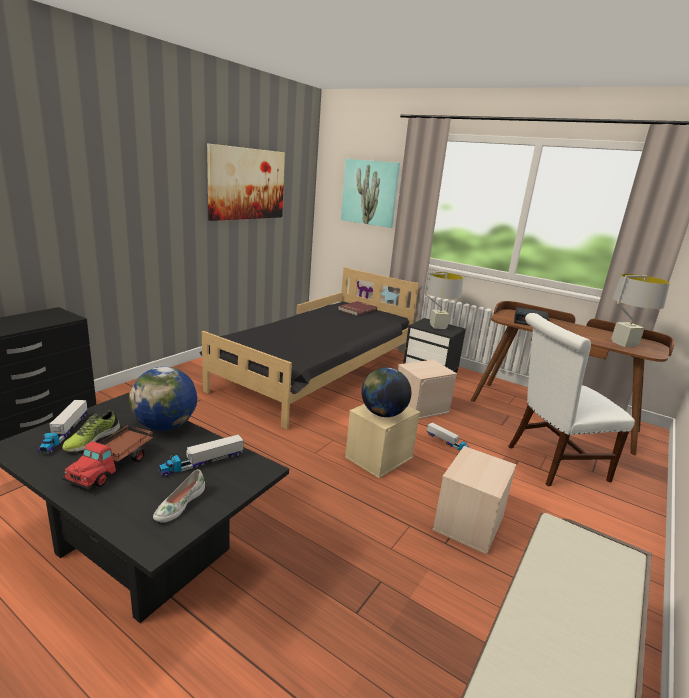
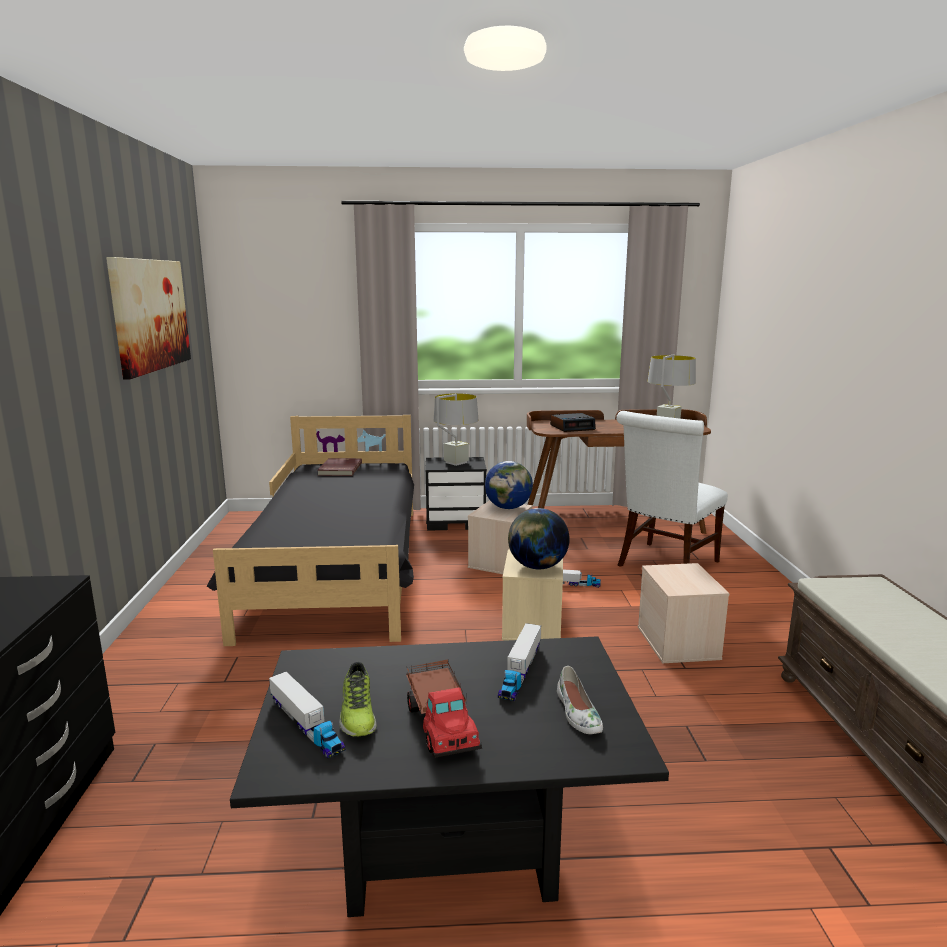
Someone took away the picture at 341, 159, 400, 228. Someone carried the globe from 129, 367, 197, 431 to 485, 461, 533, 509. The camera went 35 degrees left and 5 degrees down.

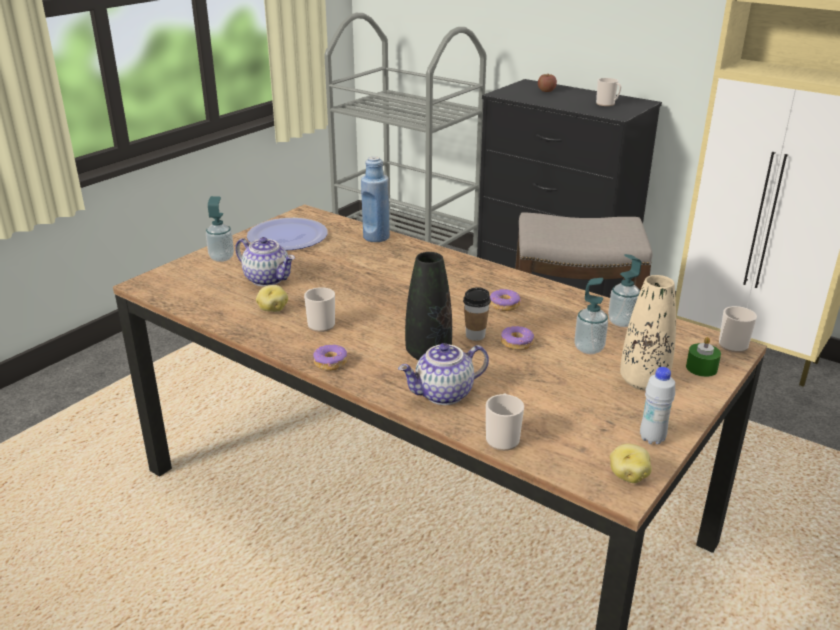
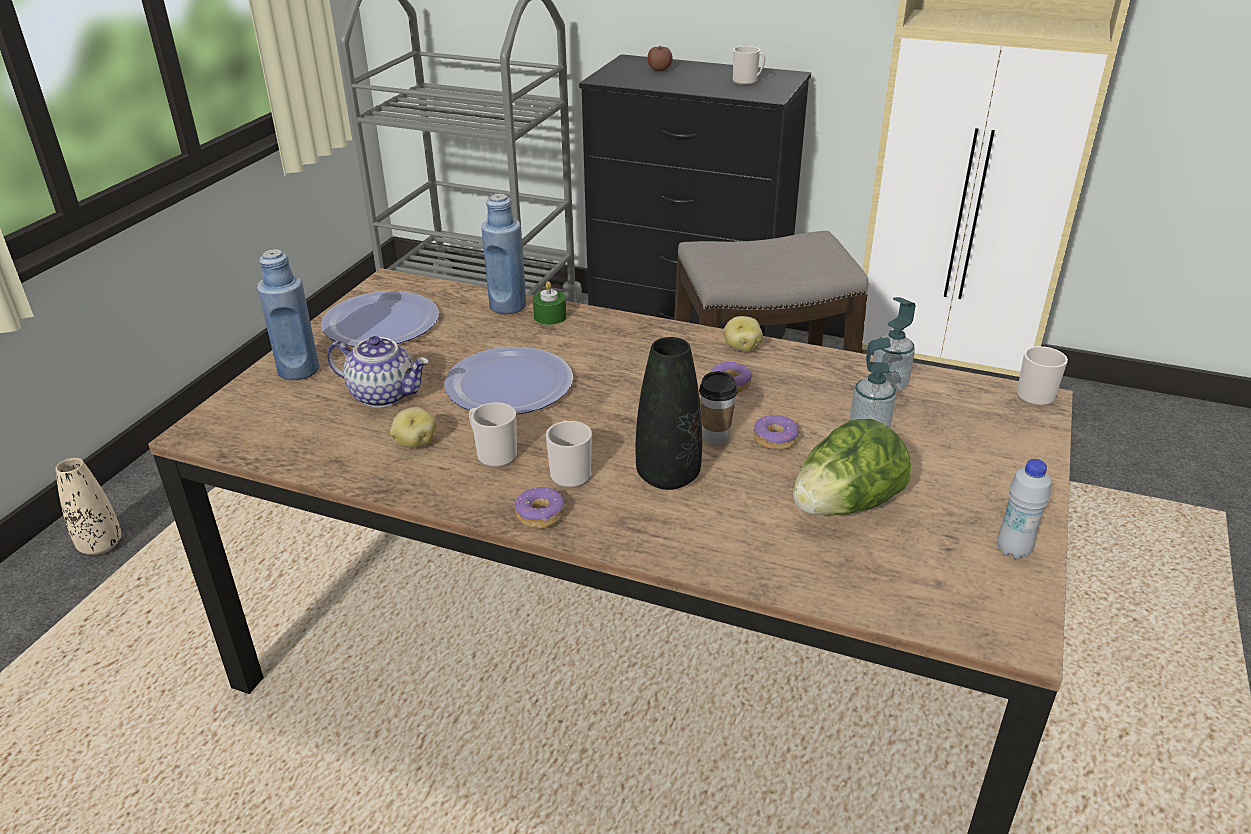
Someone swapped the soap dispenser at 206, 196, 234, 262 for the blue bottle at 257, 249, 319, 380. Someone carried the beige vase from 620, 275, 676, 391 to 56, 458, 122, 555. Someone carried the green candle from 686, 337, 721, 377 to 533, 281, 567, 325. Someone took away the teapot at 398, 343, 489, 405. Someone carried the mug from 486, 393, 524, 451 to 546, 420, 592, 488. Someone carried the potato from 610, 444, 652, 483 to 723, 316, 763, 352. Someone put down the plate at 444, 347, 573, 414. Someone put down the lettuce at 793, 419, 911, 515. The camera went 15 degrees left and 5 degrees up.

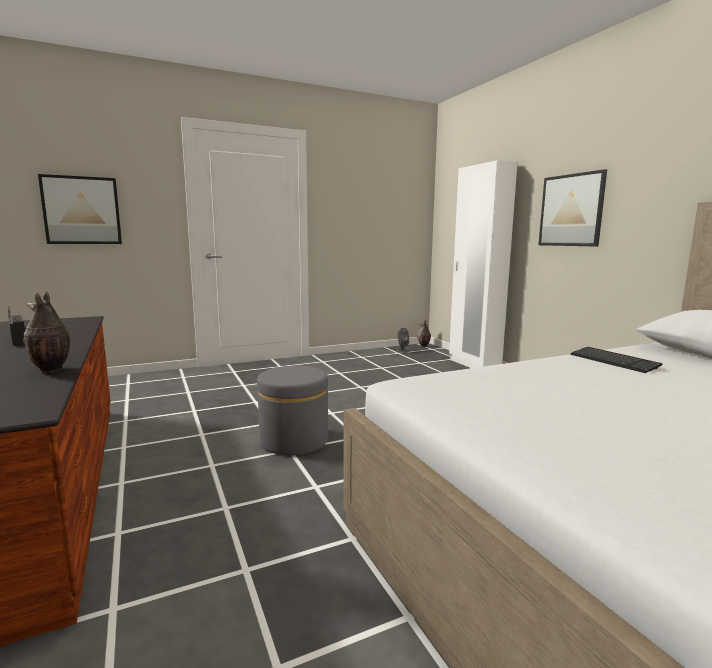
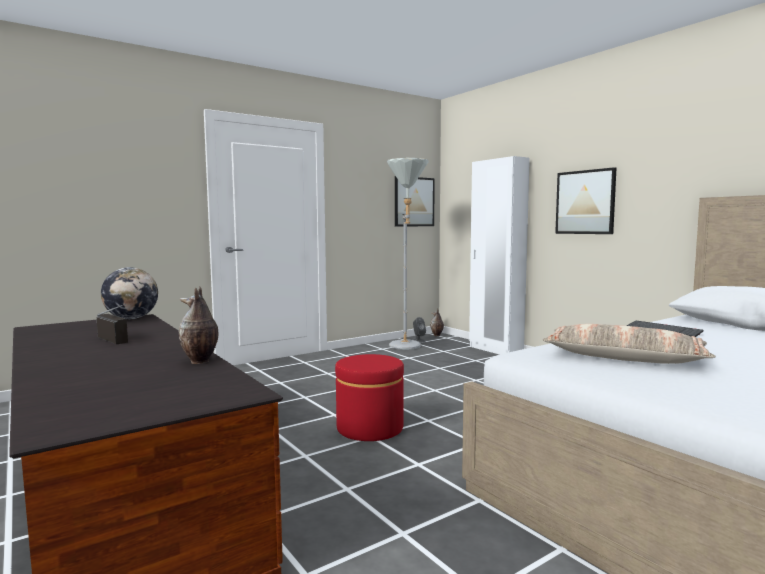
Someone carried the picture from 38, 174, 122, 244 to 395, 176, 435, 227. Someone repainted the grey ottoman at 257, 366, 328, 456, which became the red ottoman at 335, 354, 404, 441. Someone put down the grey floor lamp at 387, 158, 428, 349. Someone put down the globe at 101, 267, 158, 319. Someone put down the pillow at 543, 324, 715, 364. The camera went 10 degrees left and 5 degrees down.

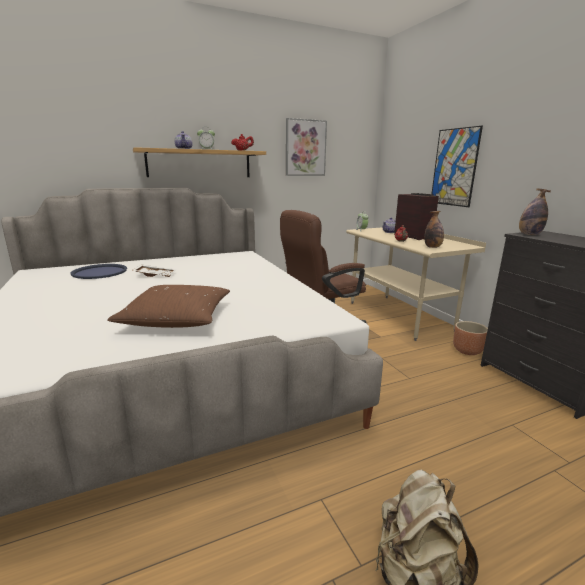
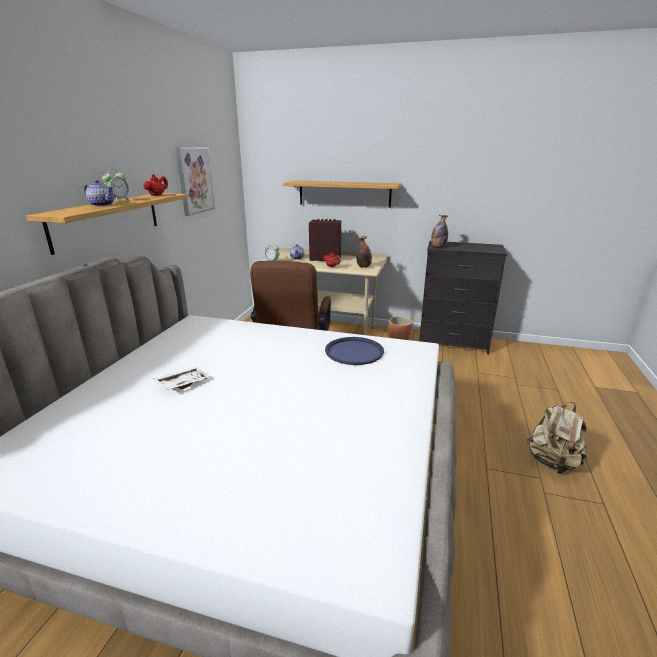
Someone swapped the picture at 432, 126, 483, 207 for the shelf at 283, 181, 401, 208. Someone carried the blue tray from 70, 264, 127, 279 to 325, 337, 384, 365. Someone took away the brown pillow at 107, 285, 230, 328. The camera went 50 degrees left and 5 degrees up.

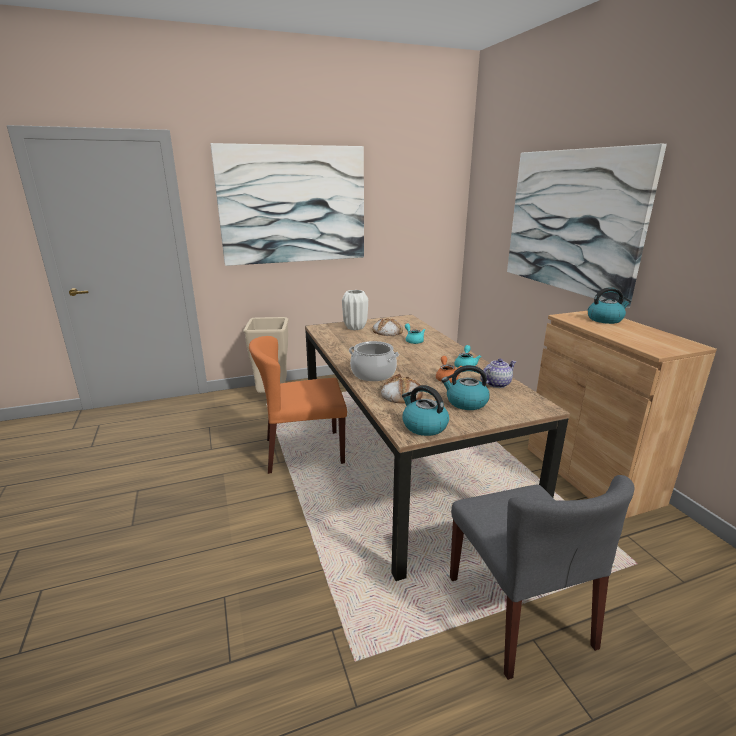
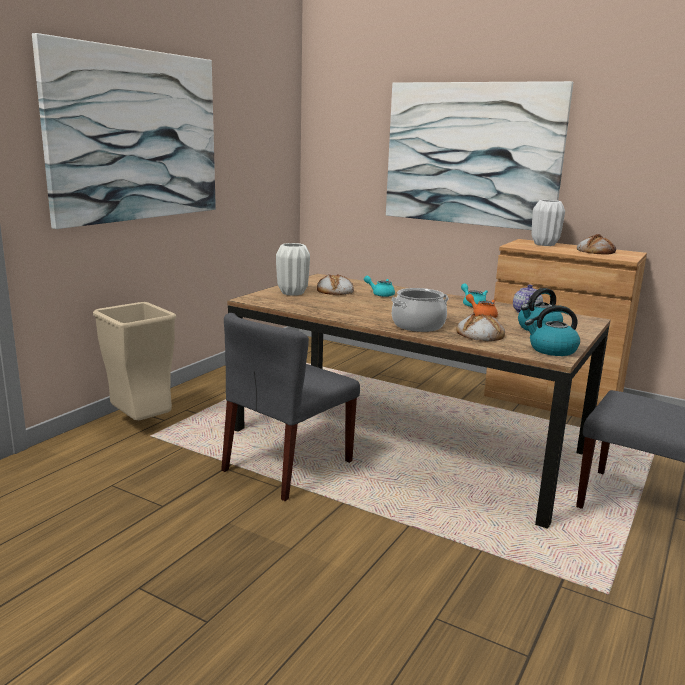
Someone swapped the kettle at 588, 287, 631, 324 for the white vase at 532, 200, 565, 246. Someone repainted the orange chair at 249, 336, 347, 474, which became the grey chair at 221, 313, 360, 501. Someone put down the bread at 577, 234, 616, 255. The camera went 40 degrees left and 5 degrees down.

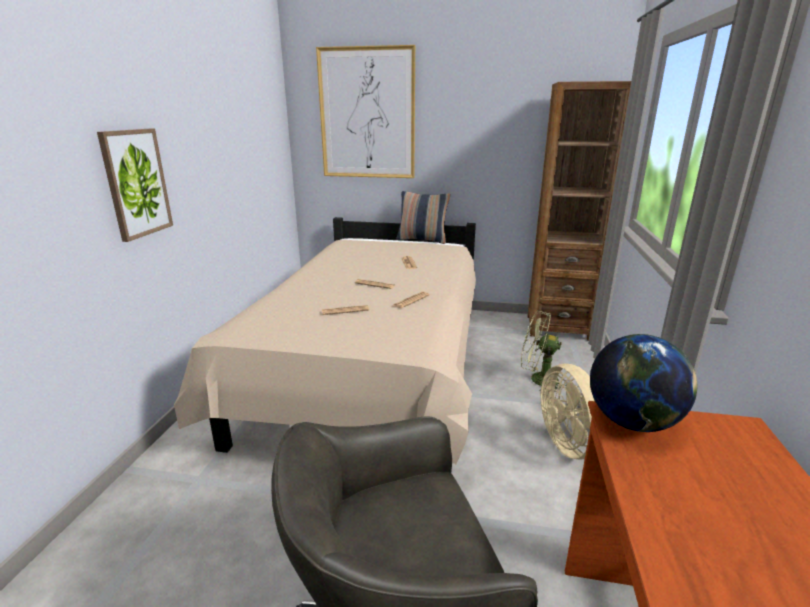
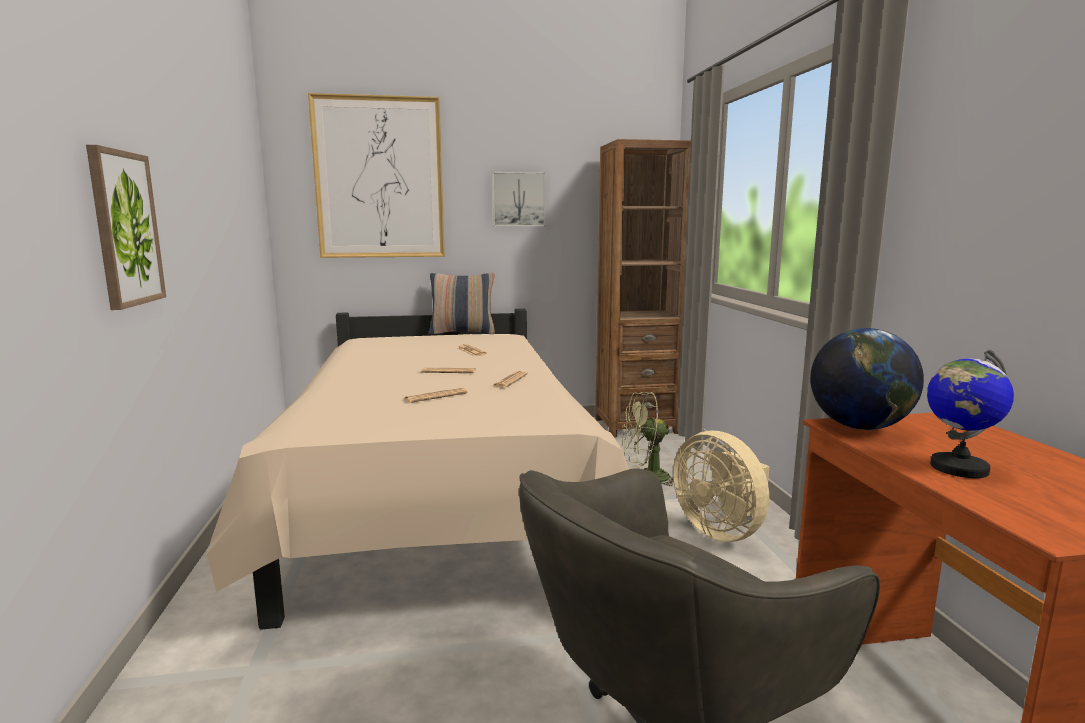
Someone put up the picture at 492, 172, 545, 226. Someone put down the globe at 927, 349, 1014, 478. The camera went 20 degrees left and 10 degrees down.

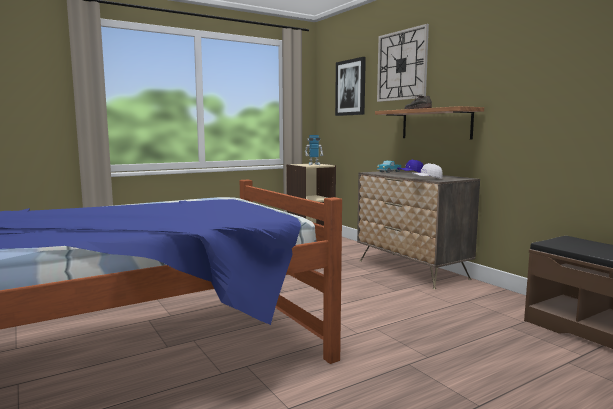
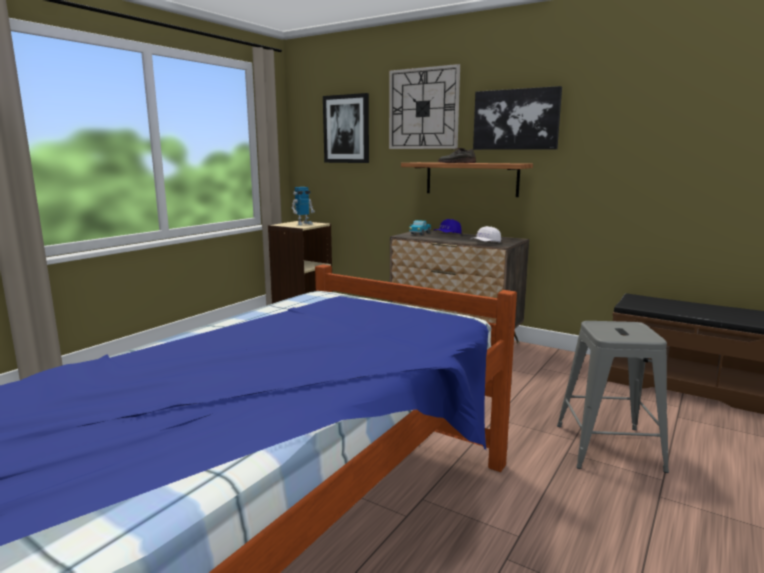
Someone put up the picture at 473, 86, 562, 150. Someone put down the grey stool at 557, 321, 669, 473. The camera went 25 degrees left and 5 degrees up.

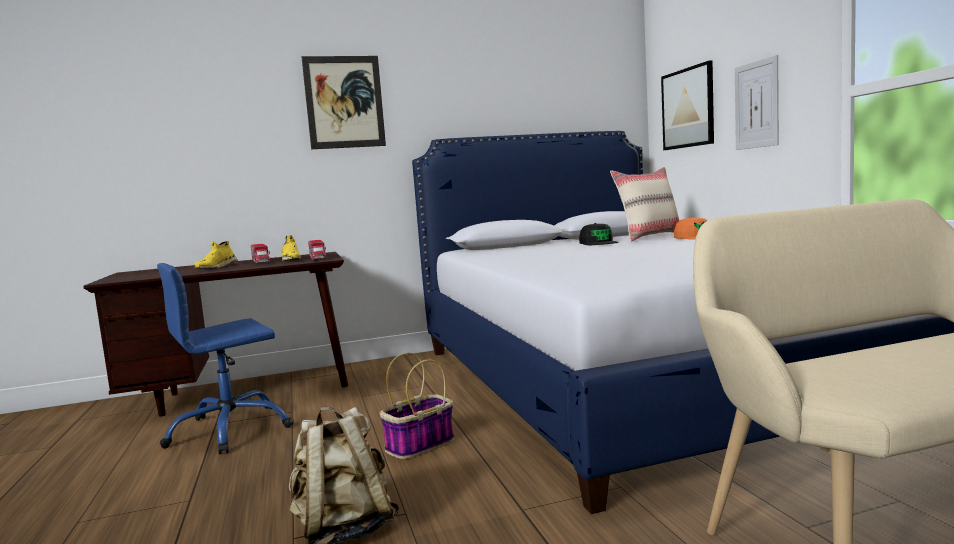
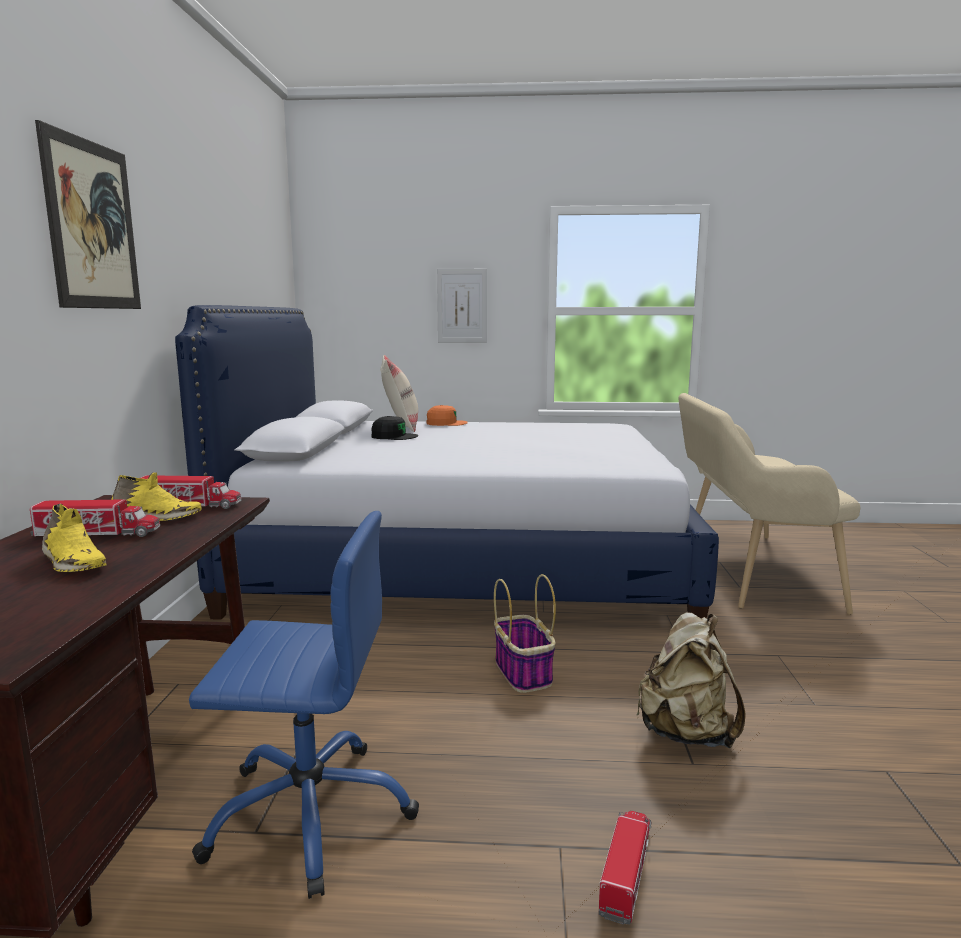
Someone took away the picture at 661, 60, 714, 150. Someone rotated the blue office chair at 157, 263, 294, 454 by 75 degrees counterclockwise. Someone put down the toy truck at 599, 811, 651, 925. The camera went 70 degrees left and 5 degrees up.

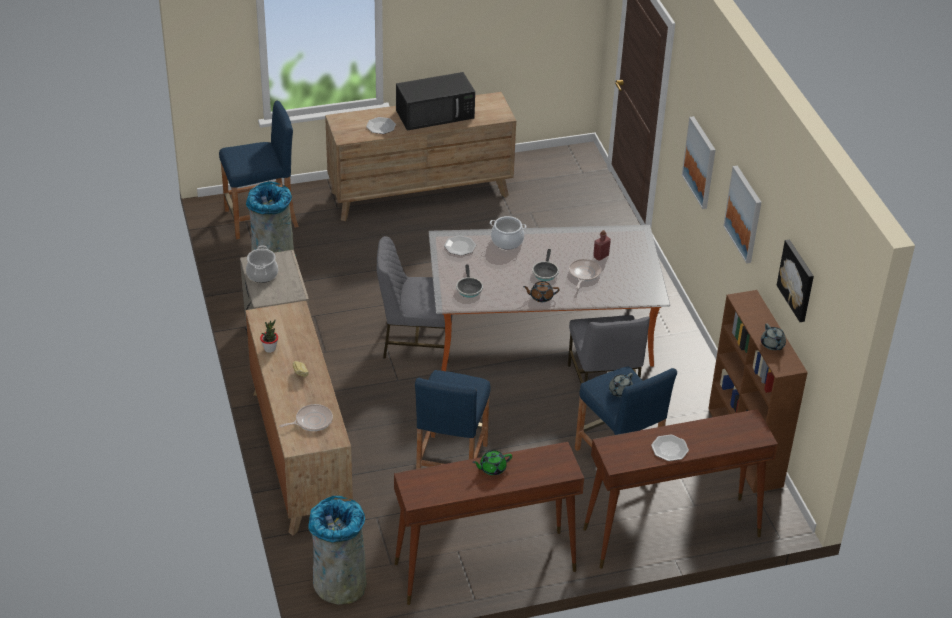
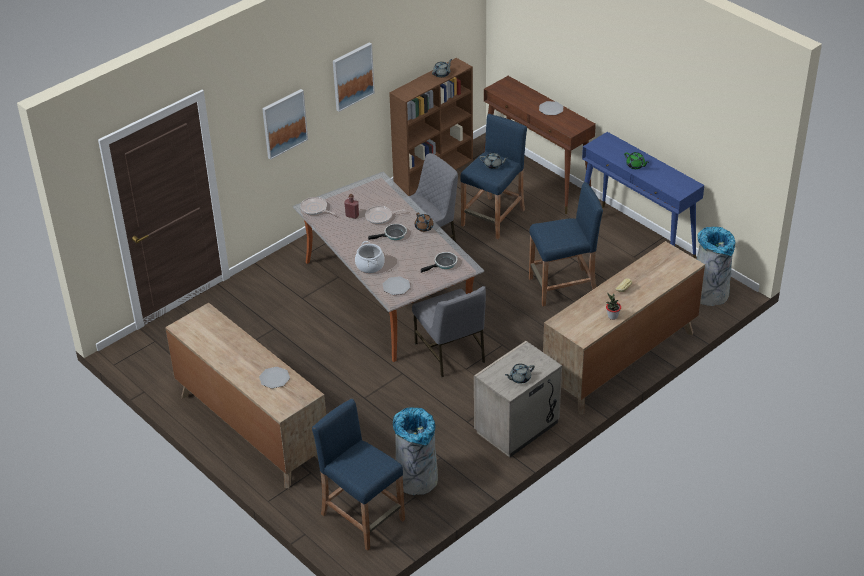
Someone took away the black microwave at 396, 72, 475, 131. Someone took away the picture at 777, 240, 814, 322. Someone swapped the cooking pot at 246, 246, 278, 283 for the grey teapot at 505, 364, 535, 384. Someone carried the frying pan from 279, 404, 333, 431 to 300, 197, 335, 215. Someone repainted the brown console table at 394, 442, 584, 605, which became the blue console table at 582, 132, 704, 259. The camera went 115 degrees left and 0 degrees up.

